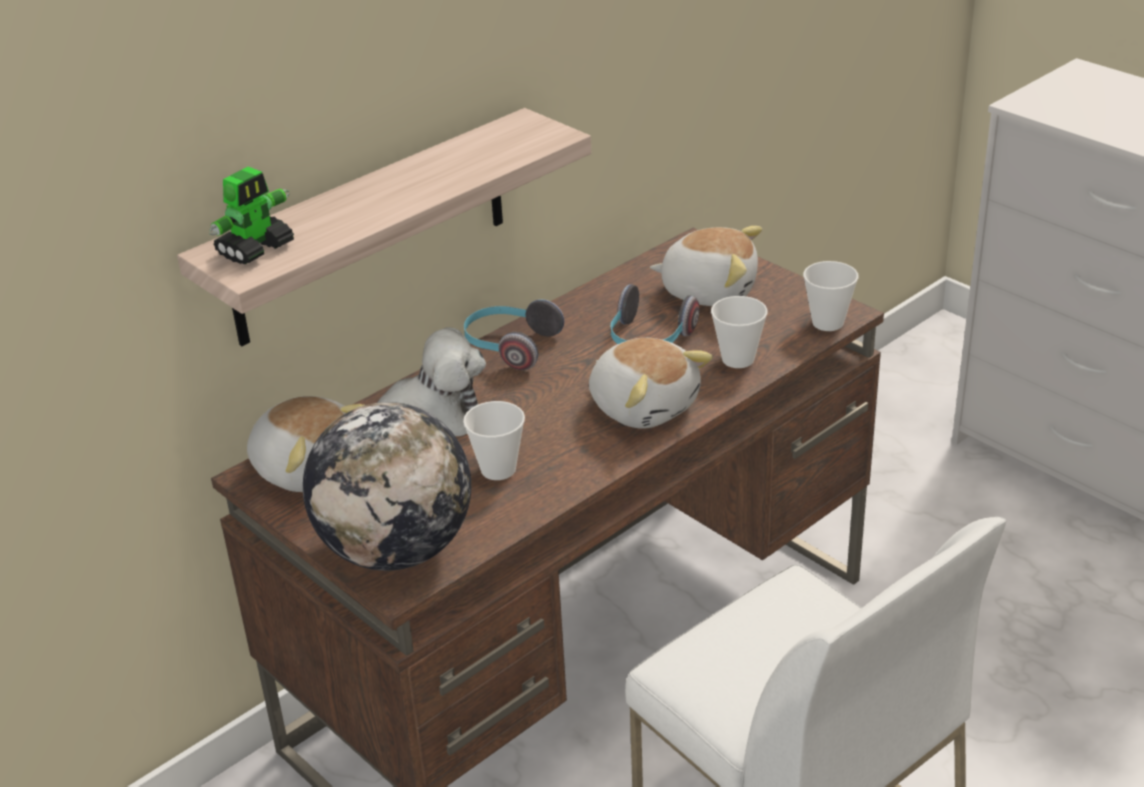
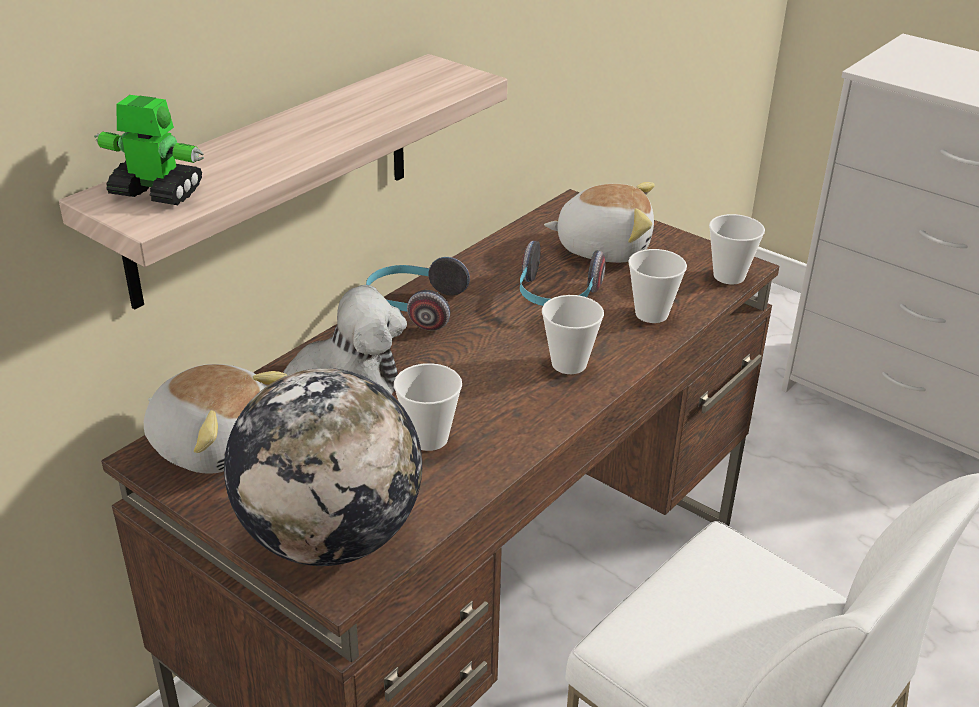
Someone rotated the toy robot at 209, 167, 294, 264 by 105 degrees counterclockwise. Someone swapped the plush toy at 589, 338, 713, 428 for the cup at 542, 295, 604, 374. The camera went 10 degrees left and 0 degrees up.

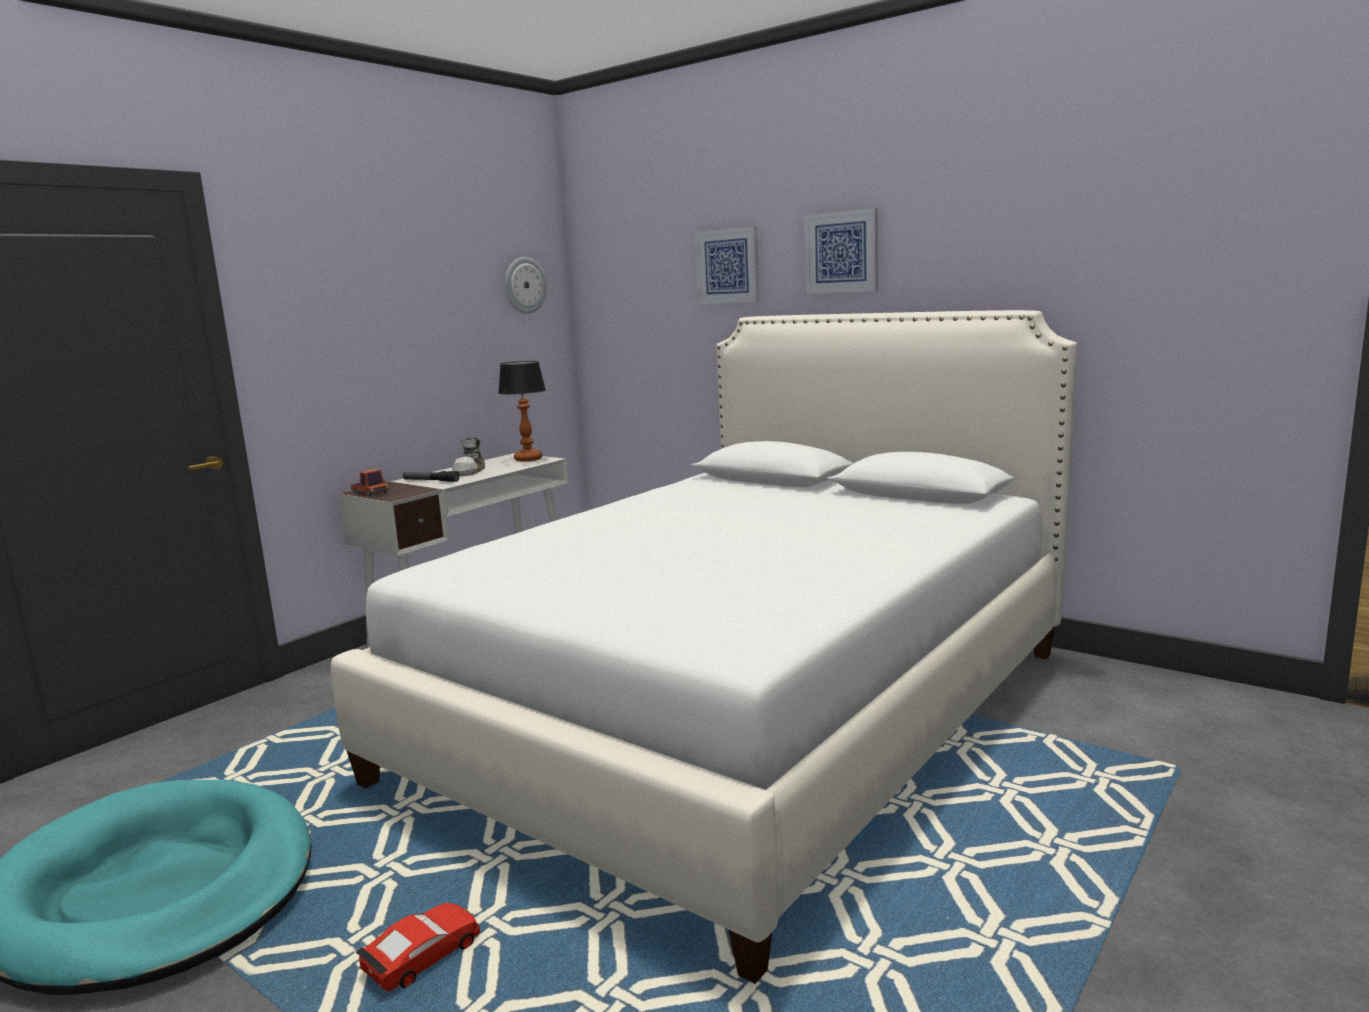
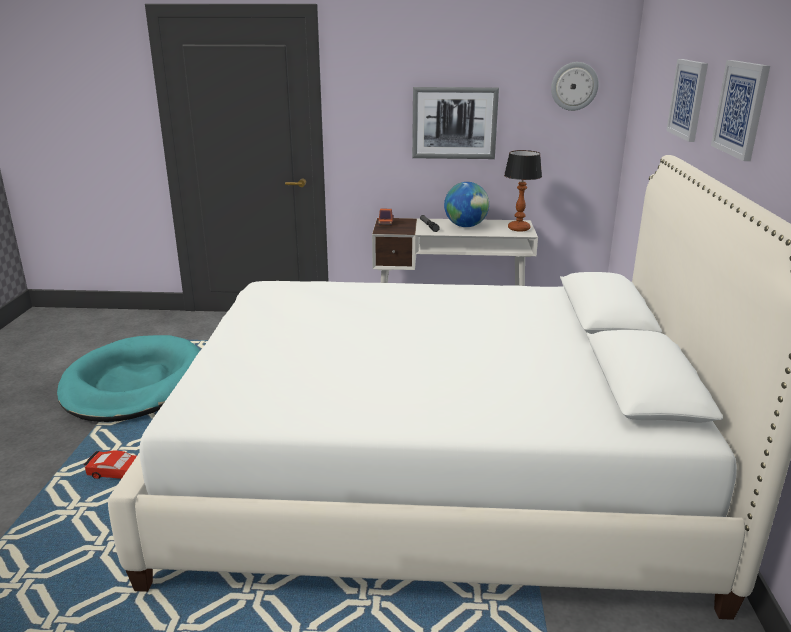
Someone swapped the shoe at 452, 438, 485, 476 for the globe at 444, 182, 489, 227. Someone put up the picture at 412, 87, 499, 159. The camera went 55 degrees right and 10 degrees up.

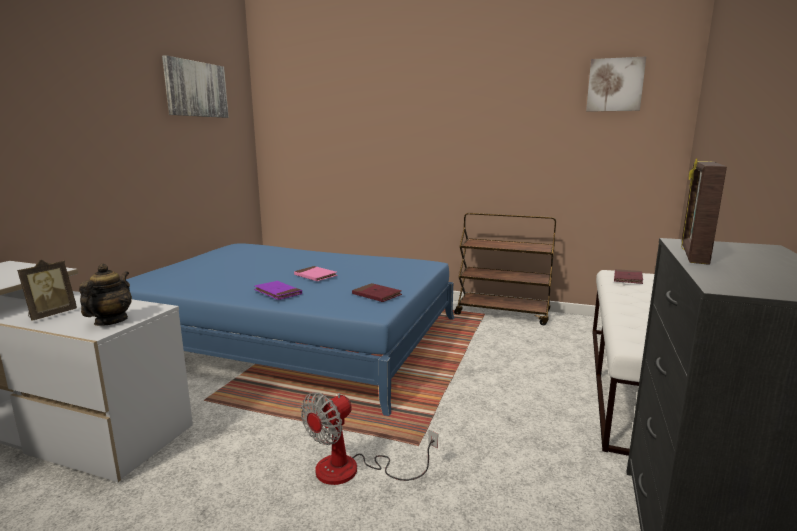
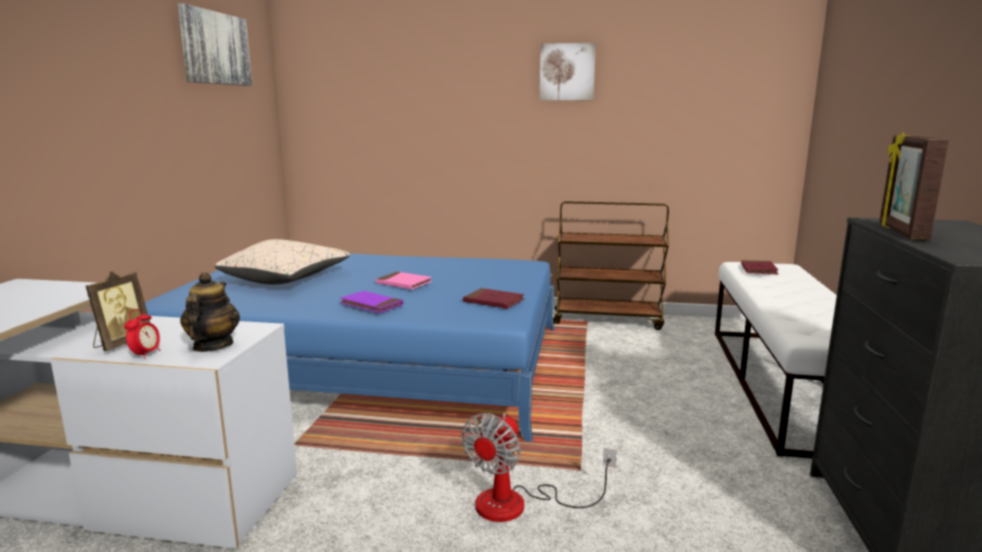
Someone carried the picture from 586, 56, 646, 112 to 540, 43, 596, 100. Someone put down the beige pillow at 215, 239, 350, 285. Someone put down the alarm clock at 124, 309, 160, 359. The camera went 10 degrees left and 0 degrees up.

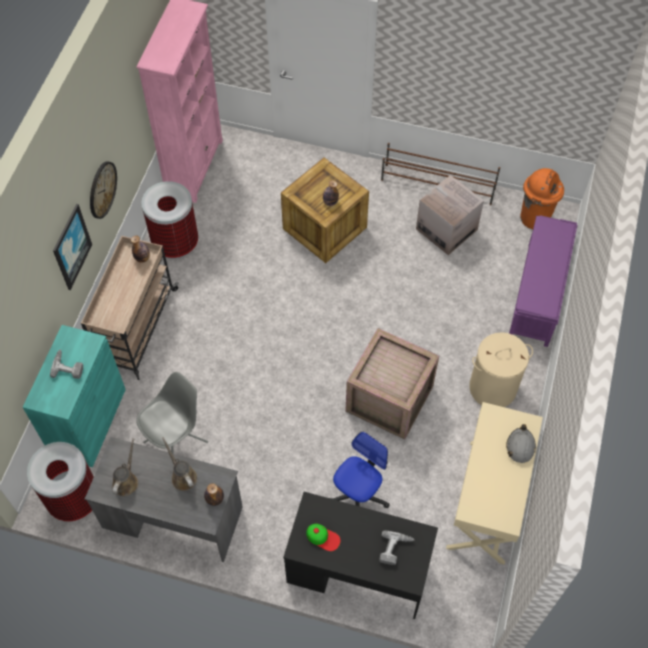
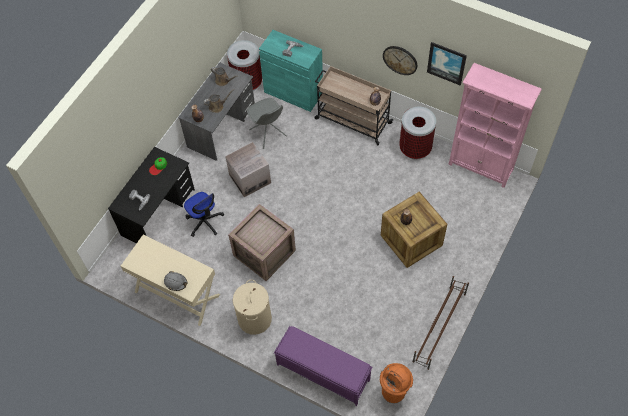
Someone carried the cardboard box from 416, 175, 484, 255 to 225, 142, 271, 197. Someone carried the picture from 53, 204, 92, 290 to 427, 42, 467, 86. The camera went 105 degrees right and 0 degrees up.

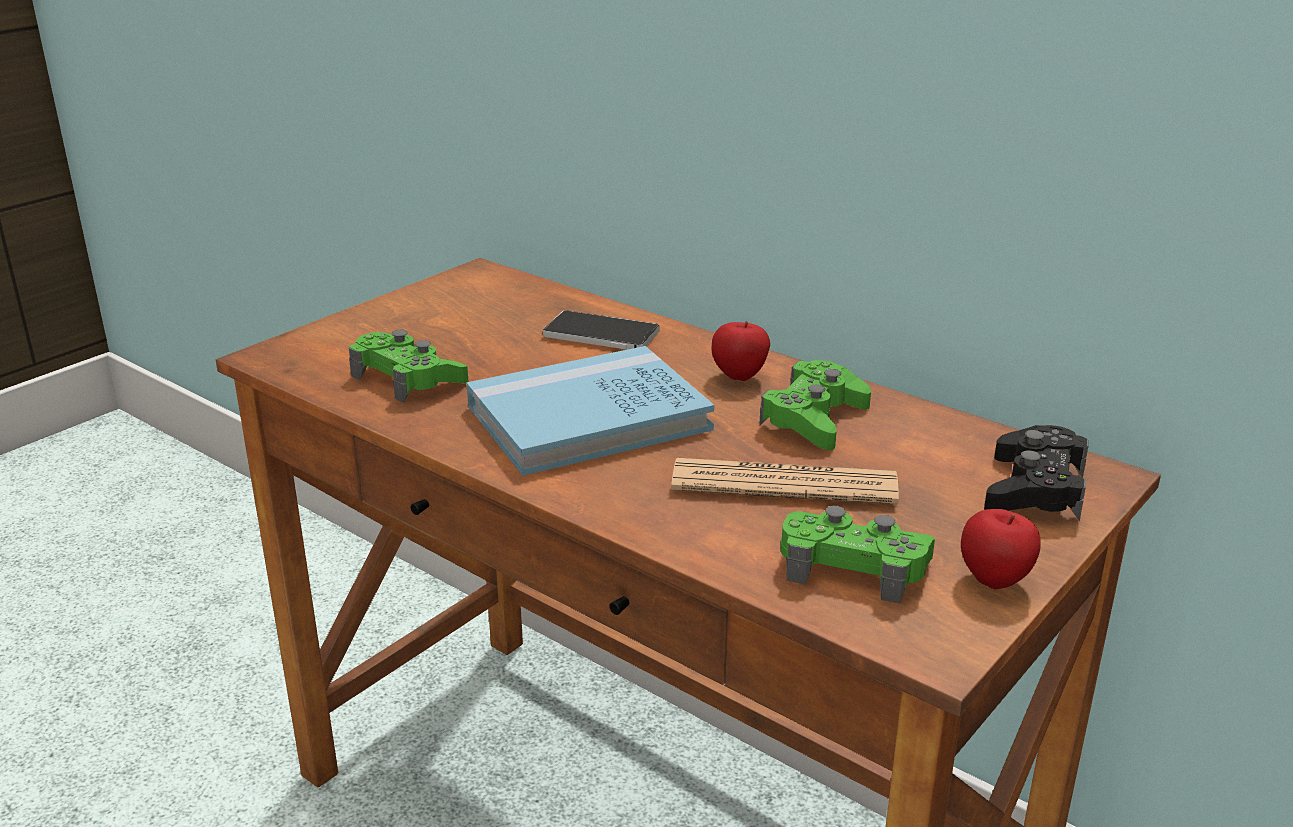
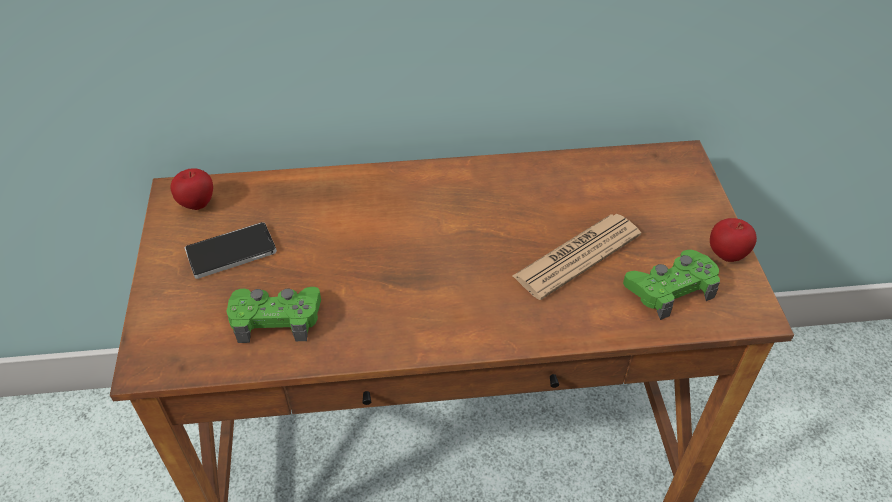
Someone carried the phone from 543, 311, 659, 350 to 185, 222, 277, 279. Someone carried the apple from 712, 321, 770, 381 to 171, 168, 213, 210. Someone took away the blue book at 466, 346, 715, 476. Someone took away the green game controller at 759, 360, 871, 450. Someone took away the black game controller at 984, 425, 1089, 521. The camera went 45 degrees left and 20 degrees up.

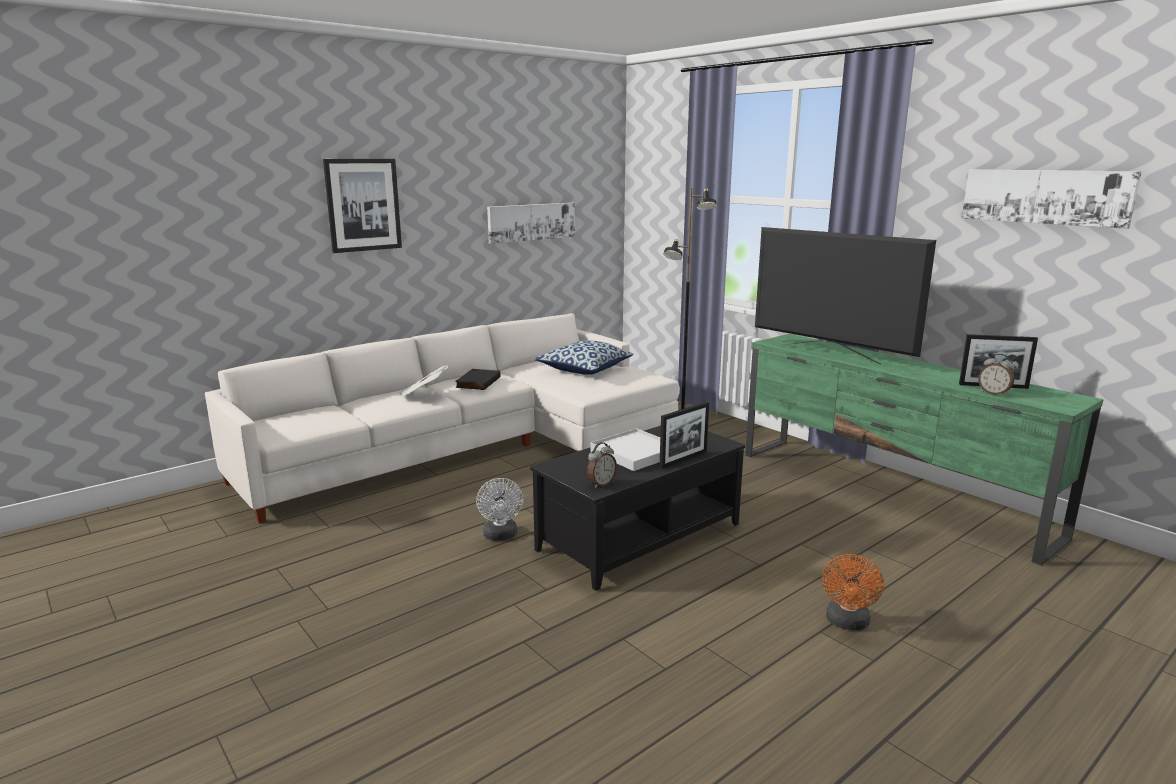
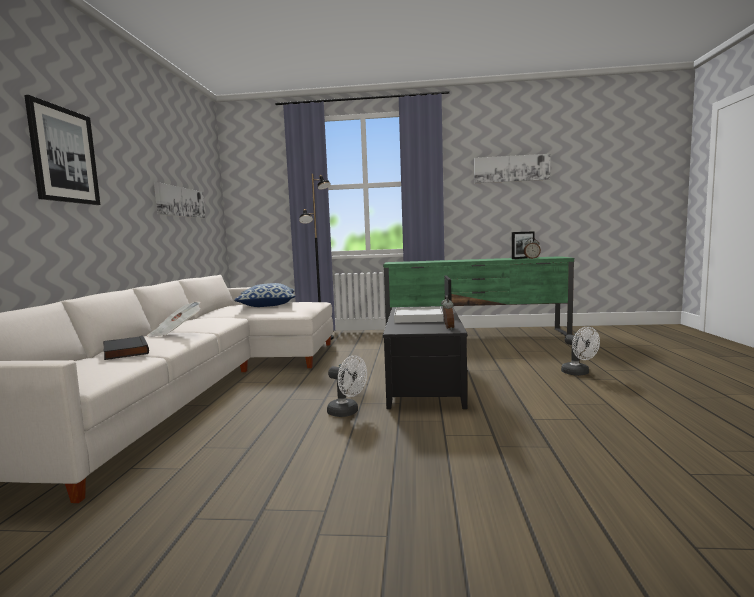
Someone took away the television at 755, 227, 936, 365. Someone carried the black book from 455, 369, 501, 390 to 103, 336, 149, 360. Someone repainted the orange fan at 822, 554, 884, 630, which became the white fan at 561, 327, 600, 376. The camera went 45 degrees left and 10 degrees down.

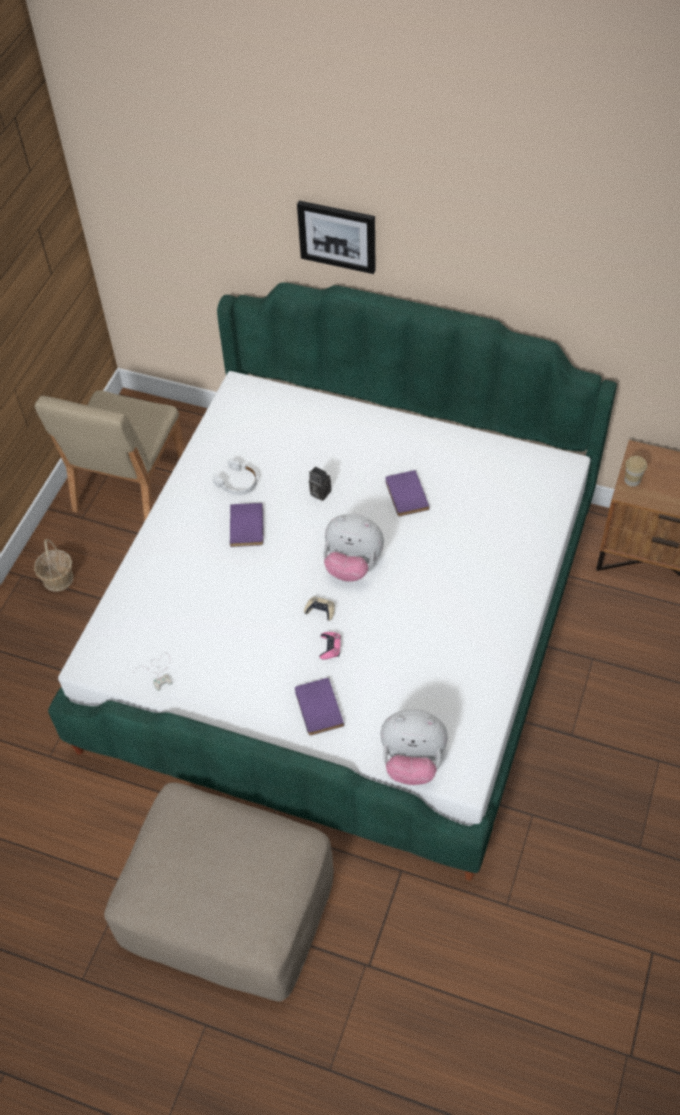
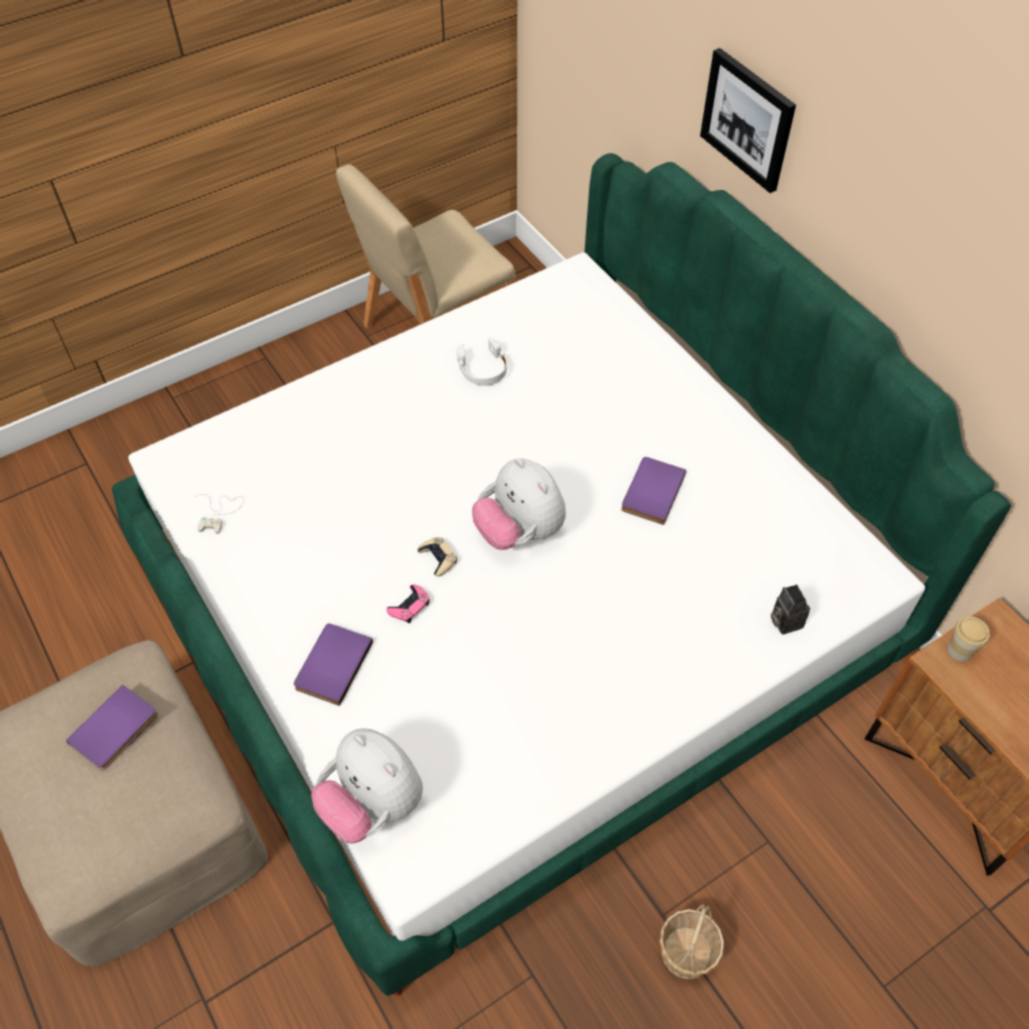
Someone carried the photo camera from 309, 466, 331, 501 to 771, 585, 810, 634. Someone carried the purple book from 230, 503, 263, 547 to 66, 684, 158, 770. Someone carried the basket from 34, 539, 73, 592 to 659, 904, 724, 979. The camera went 35 degrees right and 0 degrees up.

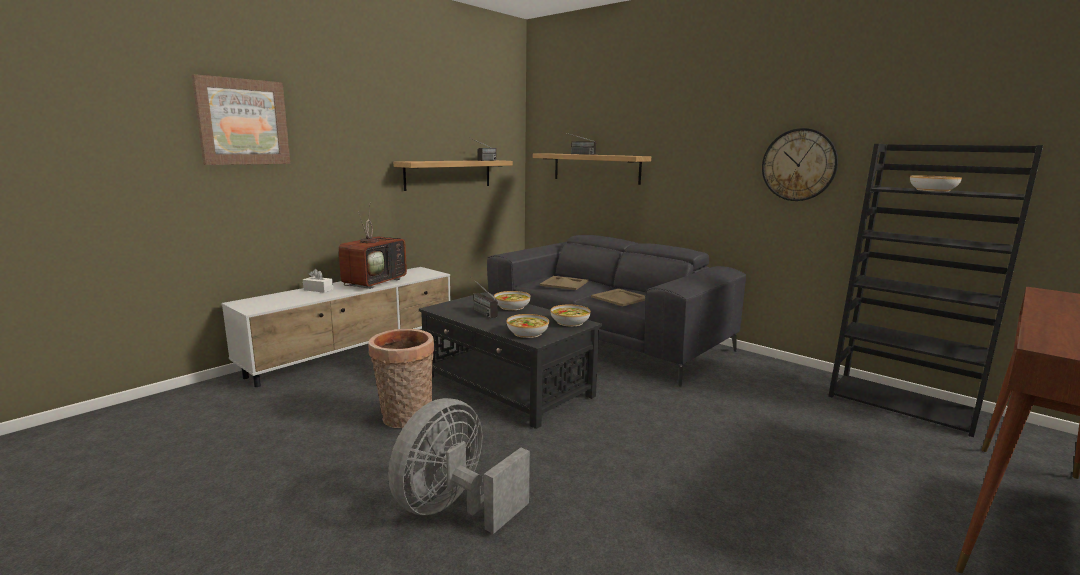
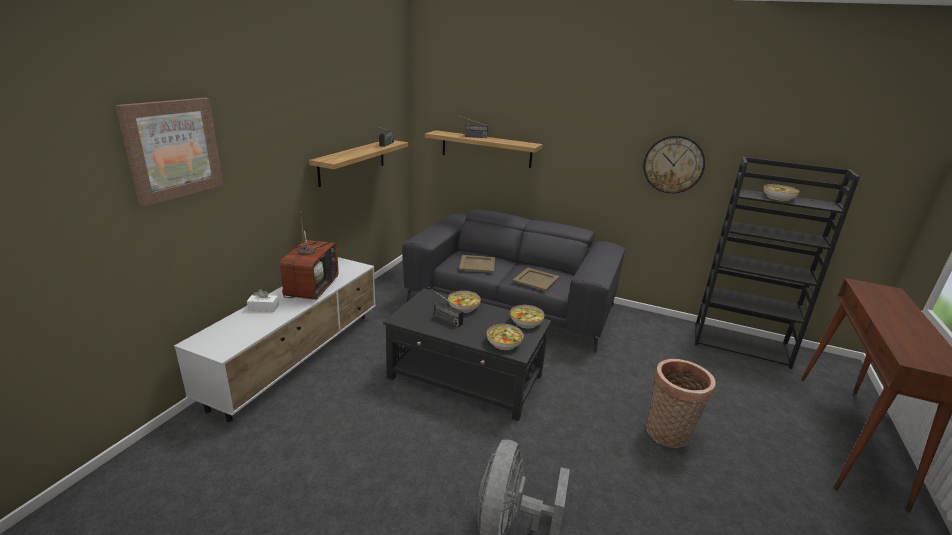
Someone carried the basket from 368, 329, 434, 428 to 646, 359, 716, 448. The camera went 20 degrees left and 10 degrees up.

